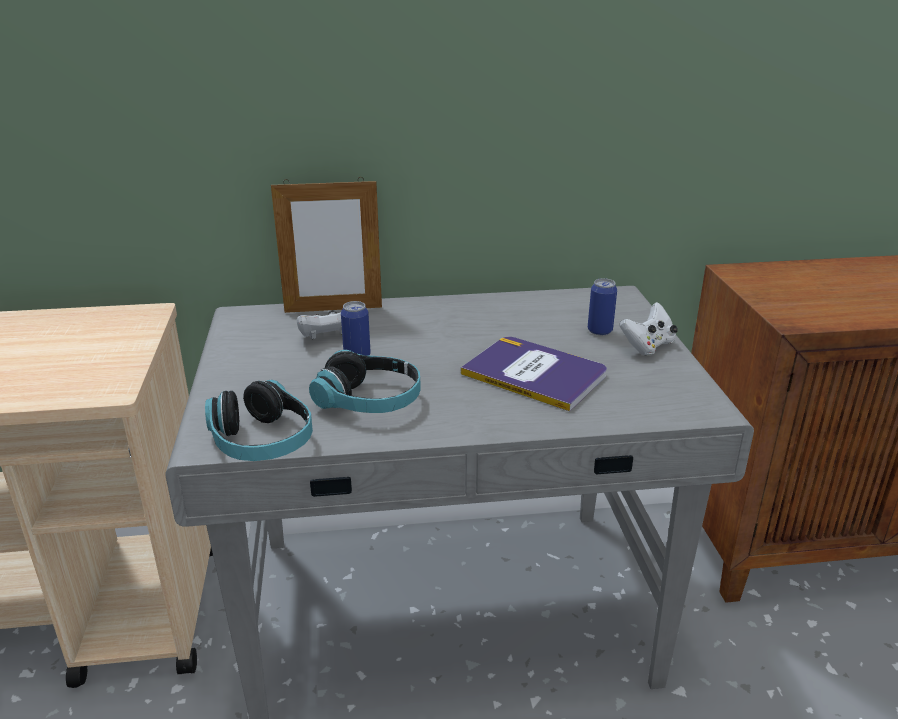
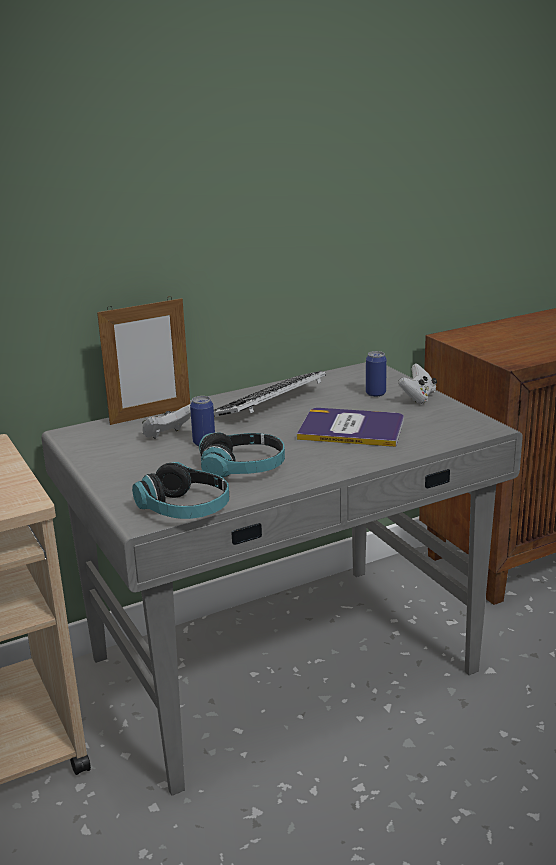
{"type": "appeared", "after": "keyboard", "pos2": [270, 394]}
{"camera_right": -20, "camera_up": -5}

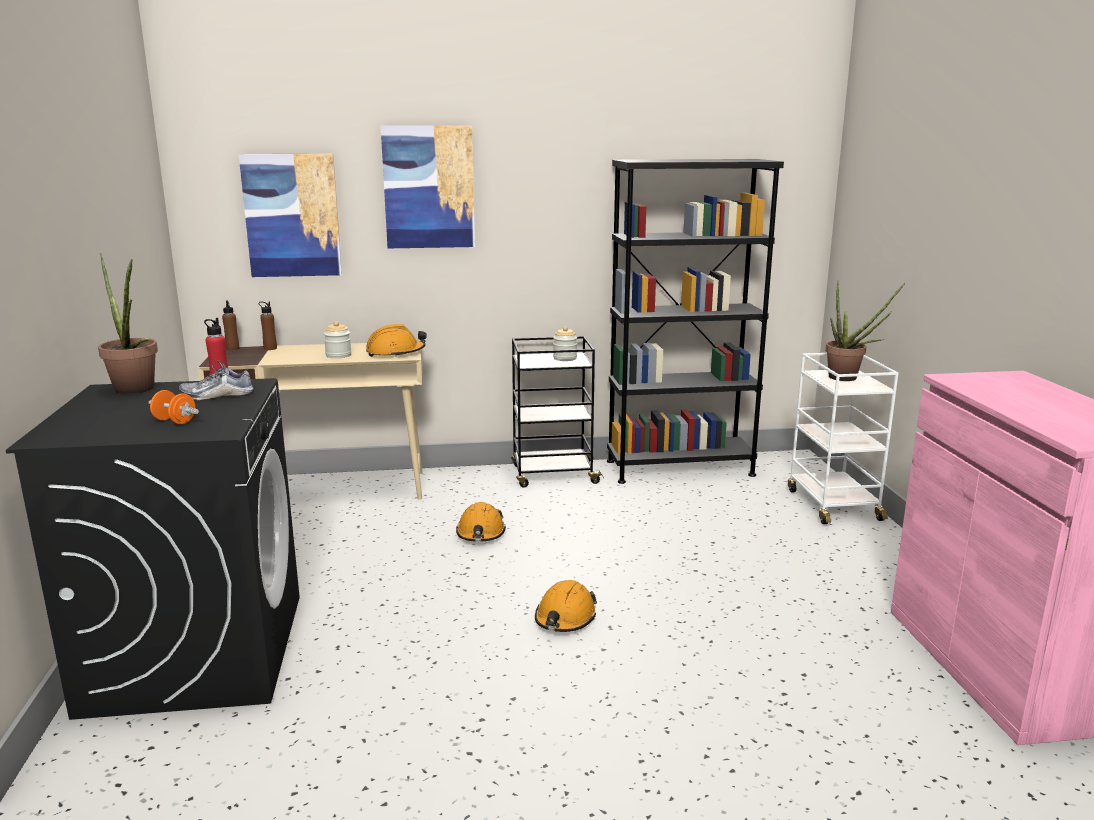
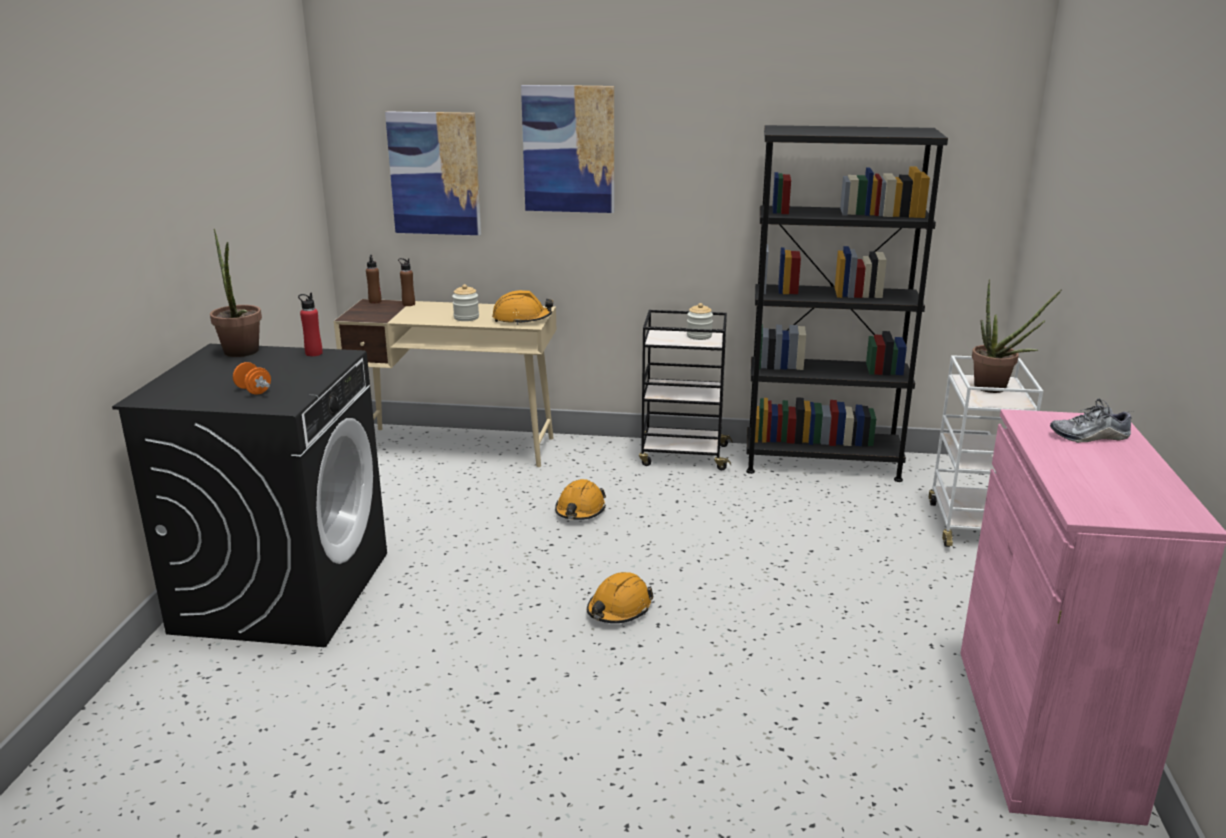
{"type": "relocated", "before": "shoe", "pos1": [216, 380], "pos2": [1091, 420]}
{"camera_right": 15, "camera_up": 5}

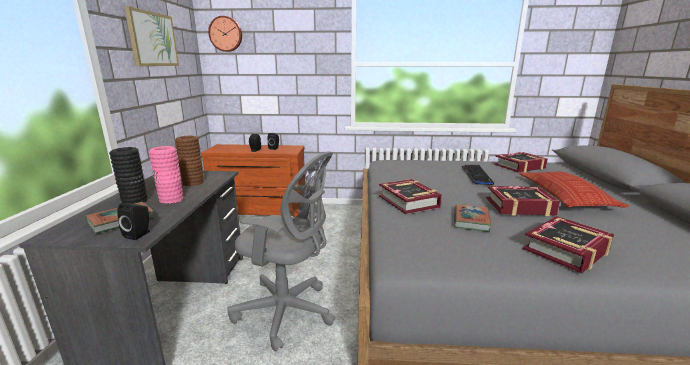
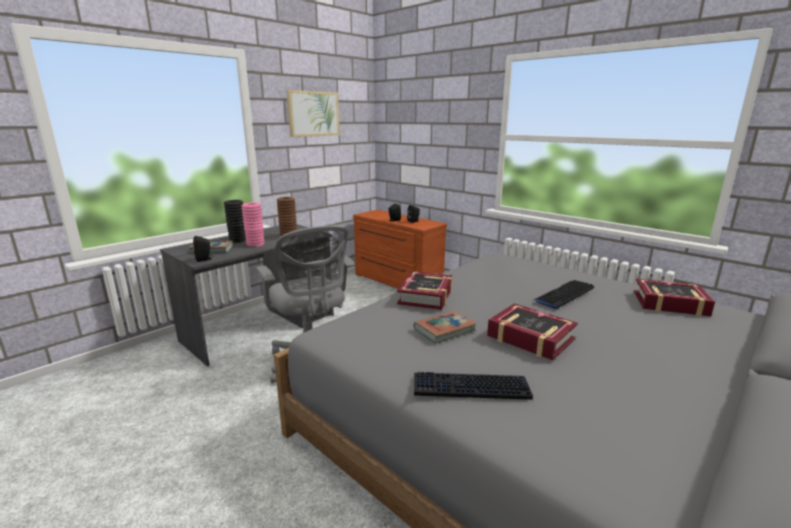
{"type": "exchanged", "before": "book", "after": "keyboard", "pos1": [568, 245], "pos2": [473, 386]}
{"type": "missing", "before": "wall clock", "pos1": [225, 34]}
{"type": "missing", "before": "pillow", "pos1": [574, 190]}
{"camera_right": 40, "camera_up": 0}

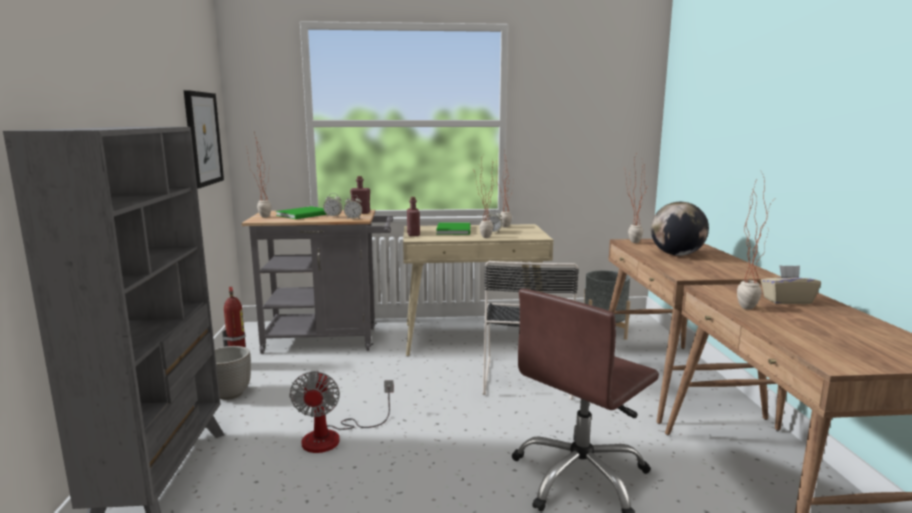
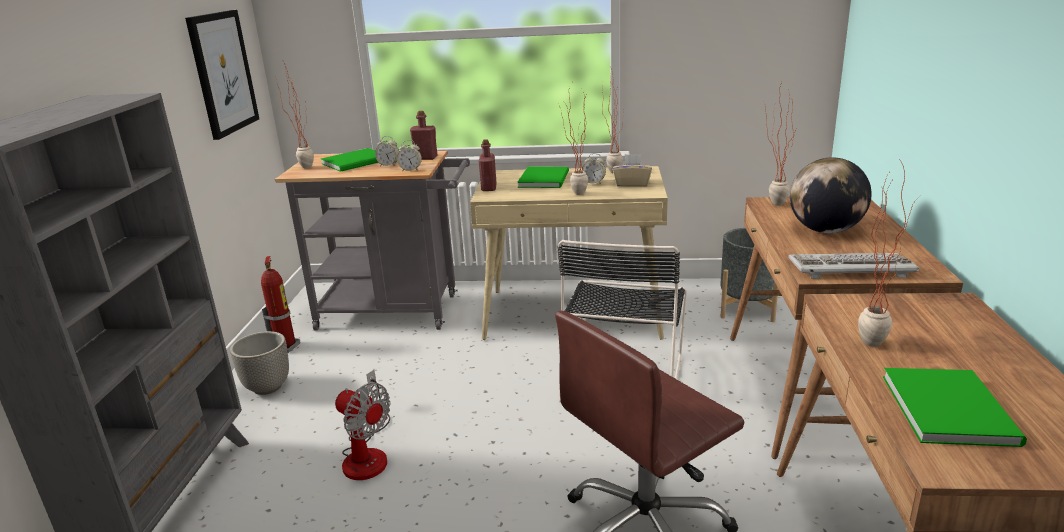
{"type": "spun", "before": "fan", "pos1": [341, 412], "pos2": [363, 425], "turn": -60}
{"type": "relocated", "before": "beige tissue box", "pos1": [791, 284], "pos2": [632, 170]}
{"type": "appeared", "after": "keyboard", "pos2": [853, 266]}
{"type": "appeared", "after": "green book", "pos2": [955, 407]}
{"camera_right": 10, "camera_up": 10}

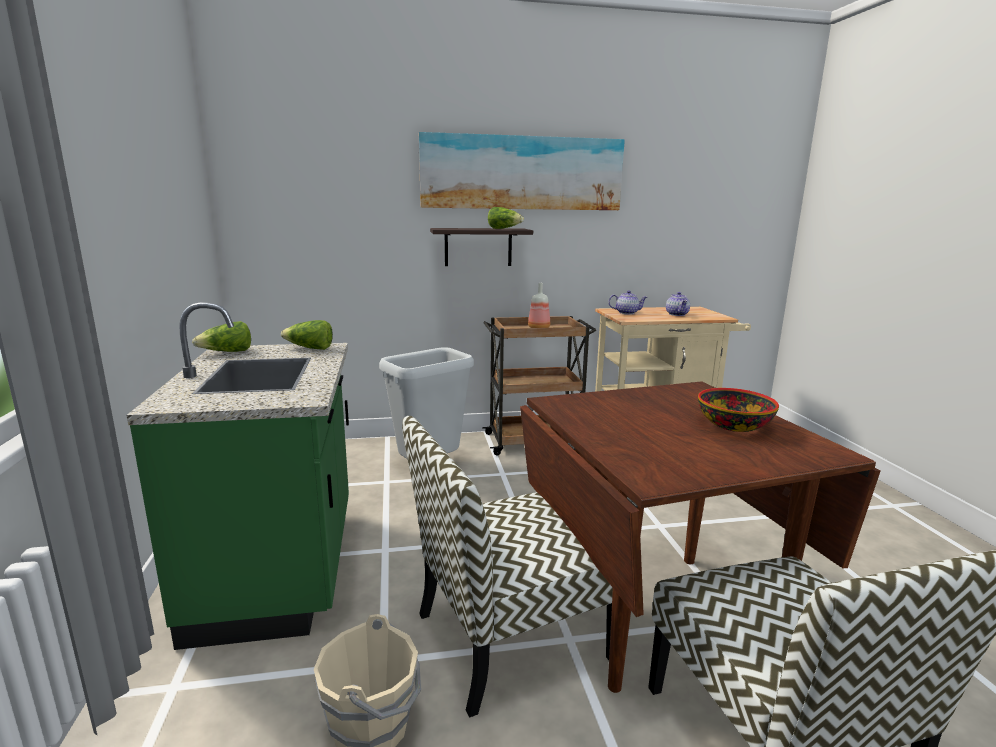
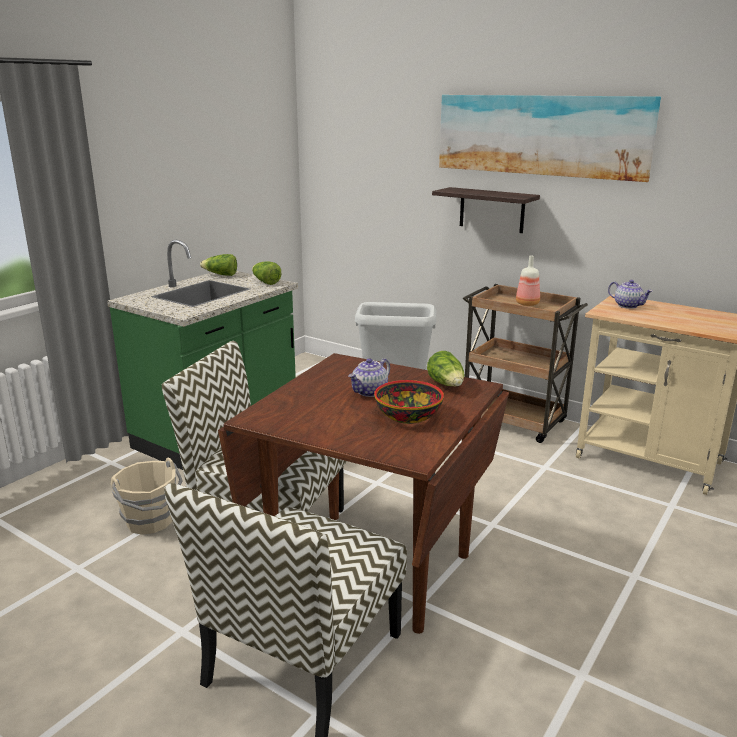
{"type": "relocated", "before": "teapot", "pos1": [678, 304], "pos2": [369, 377]}
{"type": "relocated", "before": "lettuce", "pos1": [506, 218], "pos2": [445, 369]}
{"camera_right": 45, "camera_up": 5}

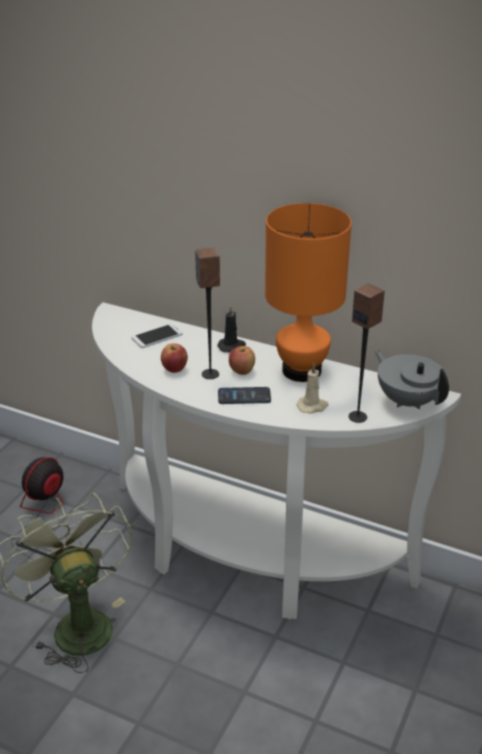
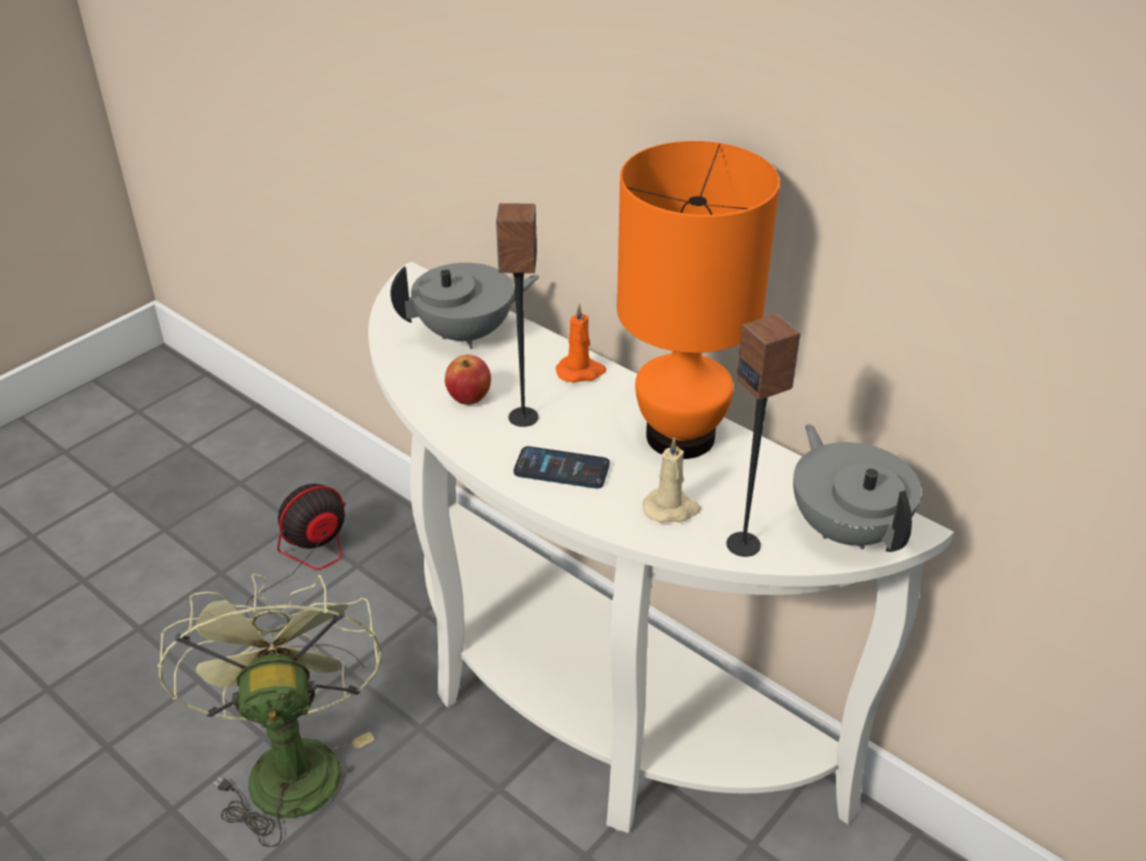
{"type": "exchanged", "before": "phone", "after": "grey teapot", "pos1": [157, 336], "pos2": [465, 306]}
{"type": "colour", "before": "black candle", "after": "orange candle", "pos1": [231, 328], "pos2": [581, 343]}
{"type": "missing", "before": "apple", "pos1": [242, 360]}
{"camera_right": 15, "camera_up": 5}

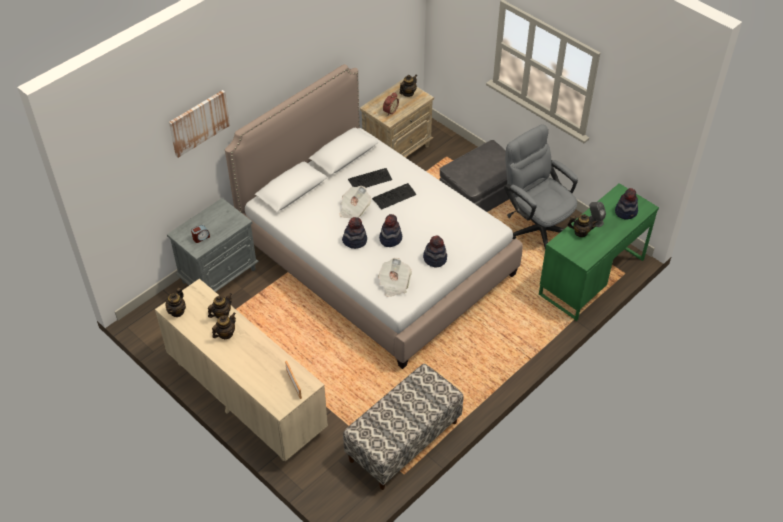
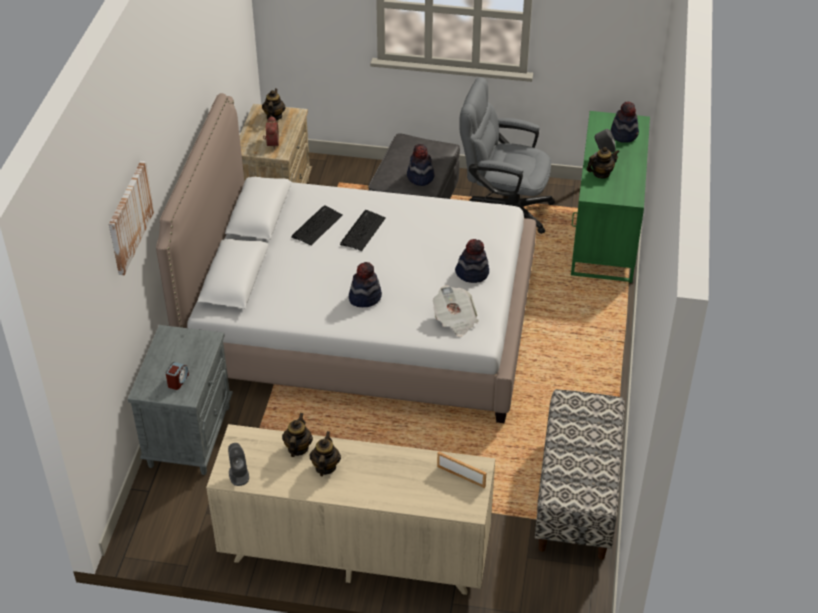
{"type": "exchanged", "before": "teapot", "after": "grey speaker", "pos1": [175, 302], "pos2": [238, 464]}
{"type": "relocated", "before": "hat", "pos1": [390, 230], "pos2": [421, 165]}
{"type": "missing", "before": "newspaper", "pos1": [355, 202]}
{"camera_right": -35, "camera_up": -5}

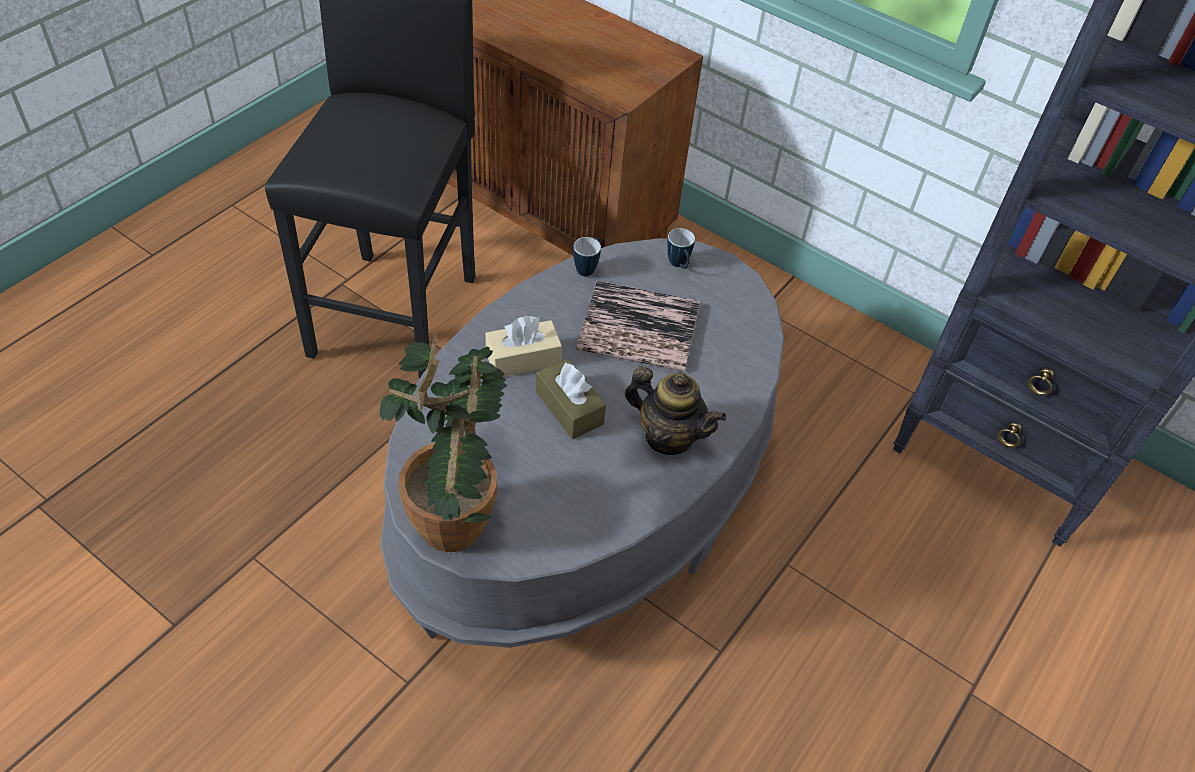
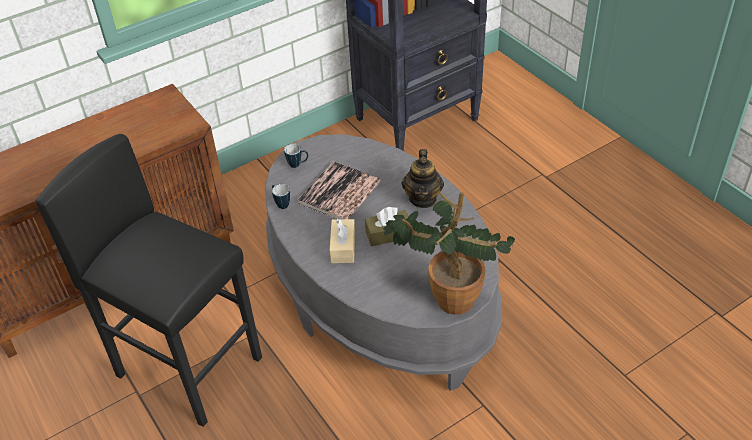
{"type": "spun", "before": "teapot", "pos1": [675, 410], "pos2": [423, 178], "turn": 135}
{"camera_right": -65, "camera_up": -5}

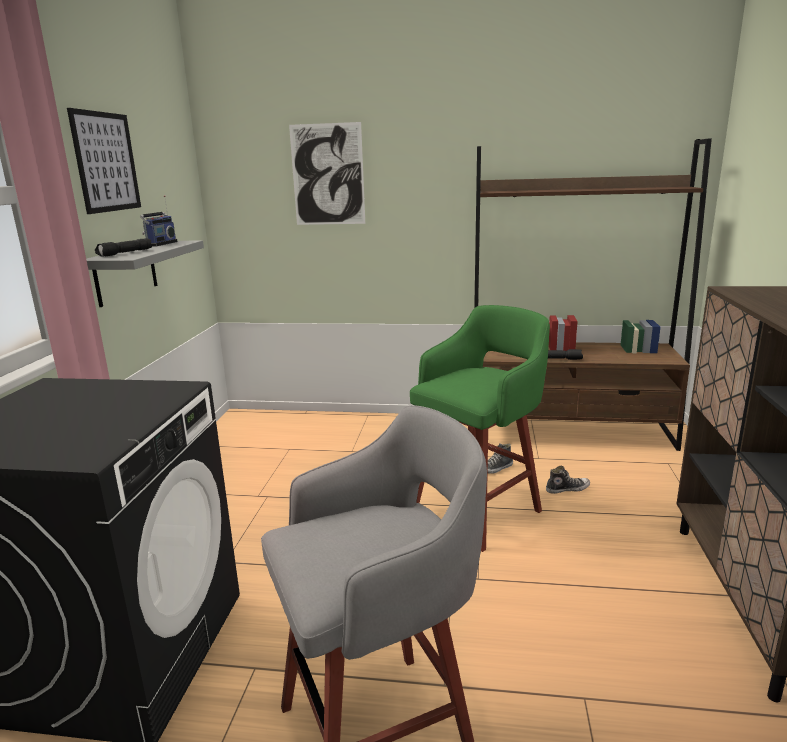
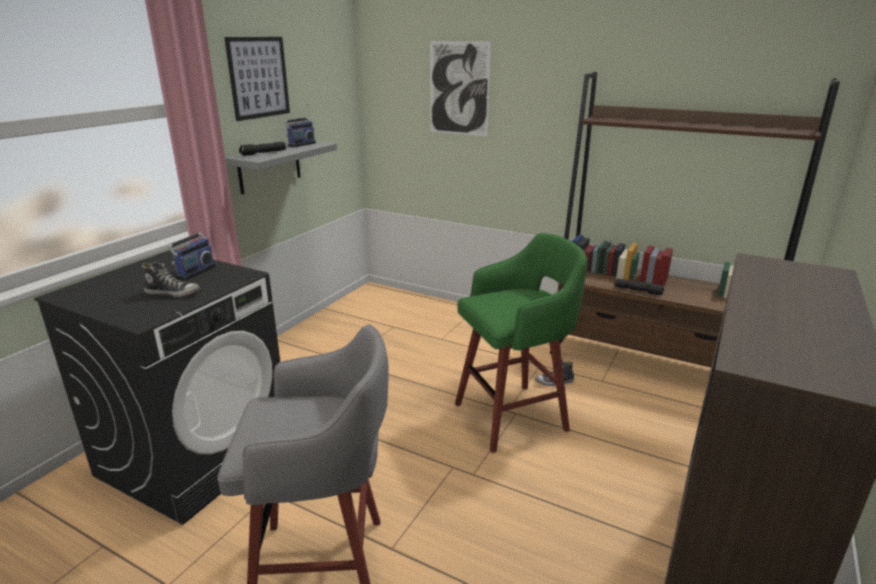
{"type": "relocated", "before": "shoe", "pos1": [568, 480], "pos2": [171, 278]}
{"type": "appeared", "after": "radio", "pos2": [191, 248]}
{"camera_right": 20, "camera_up": 5}

